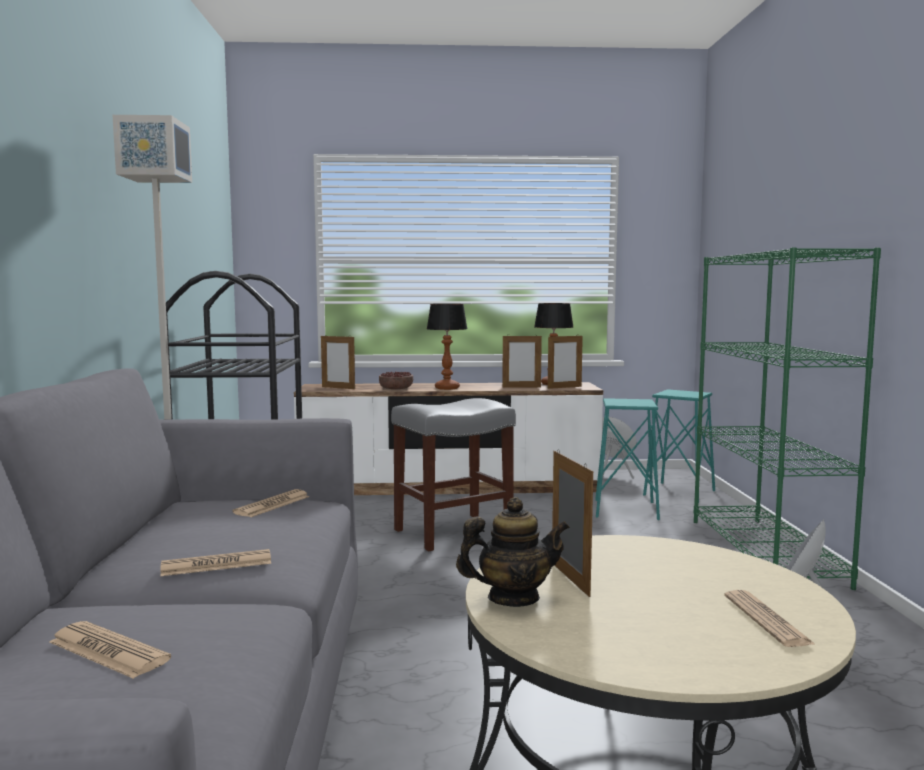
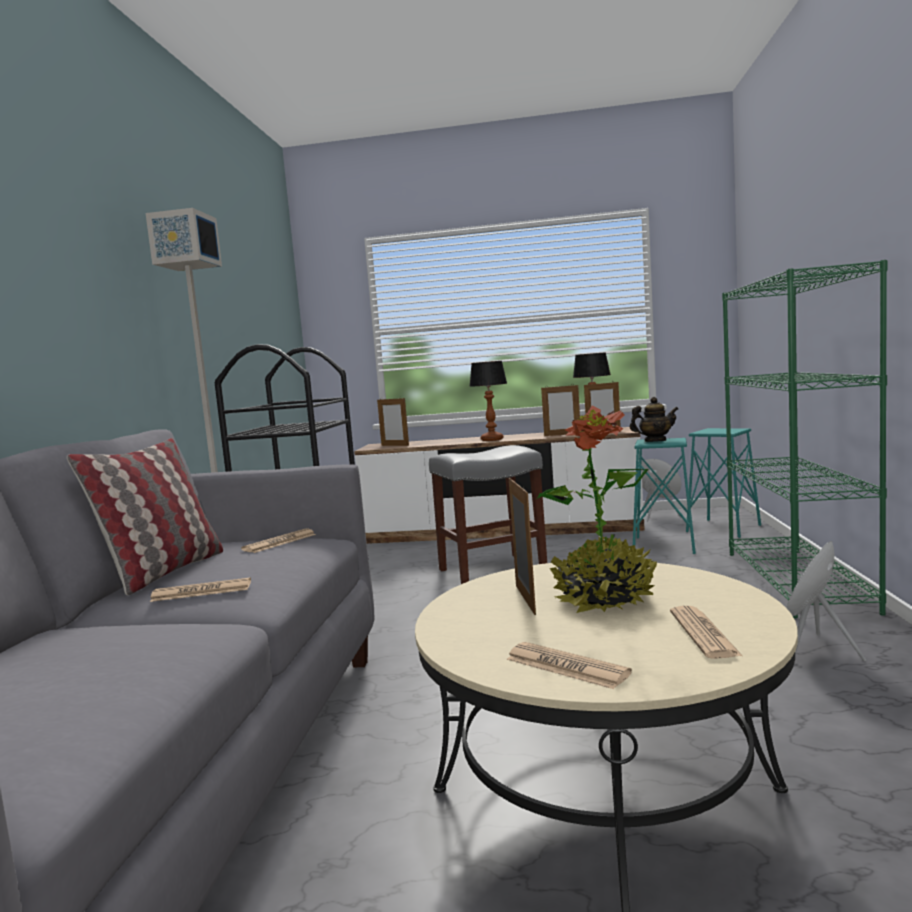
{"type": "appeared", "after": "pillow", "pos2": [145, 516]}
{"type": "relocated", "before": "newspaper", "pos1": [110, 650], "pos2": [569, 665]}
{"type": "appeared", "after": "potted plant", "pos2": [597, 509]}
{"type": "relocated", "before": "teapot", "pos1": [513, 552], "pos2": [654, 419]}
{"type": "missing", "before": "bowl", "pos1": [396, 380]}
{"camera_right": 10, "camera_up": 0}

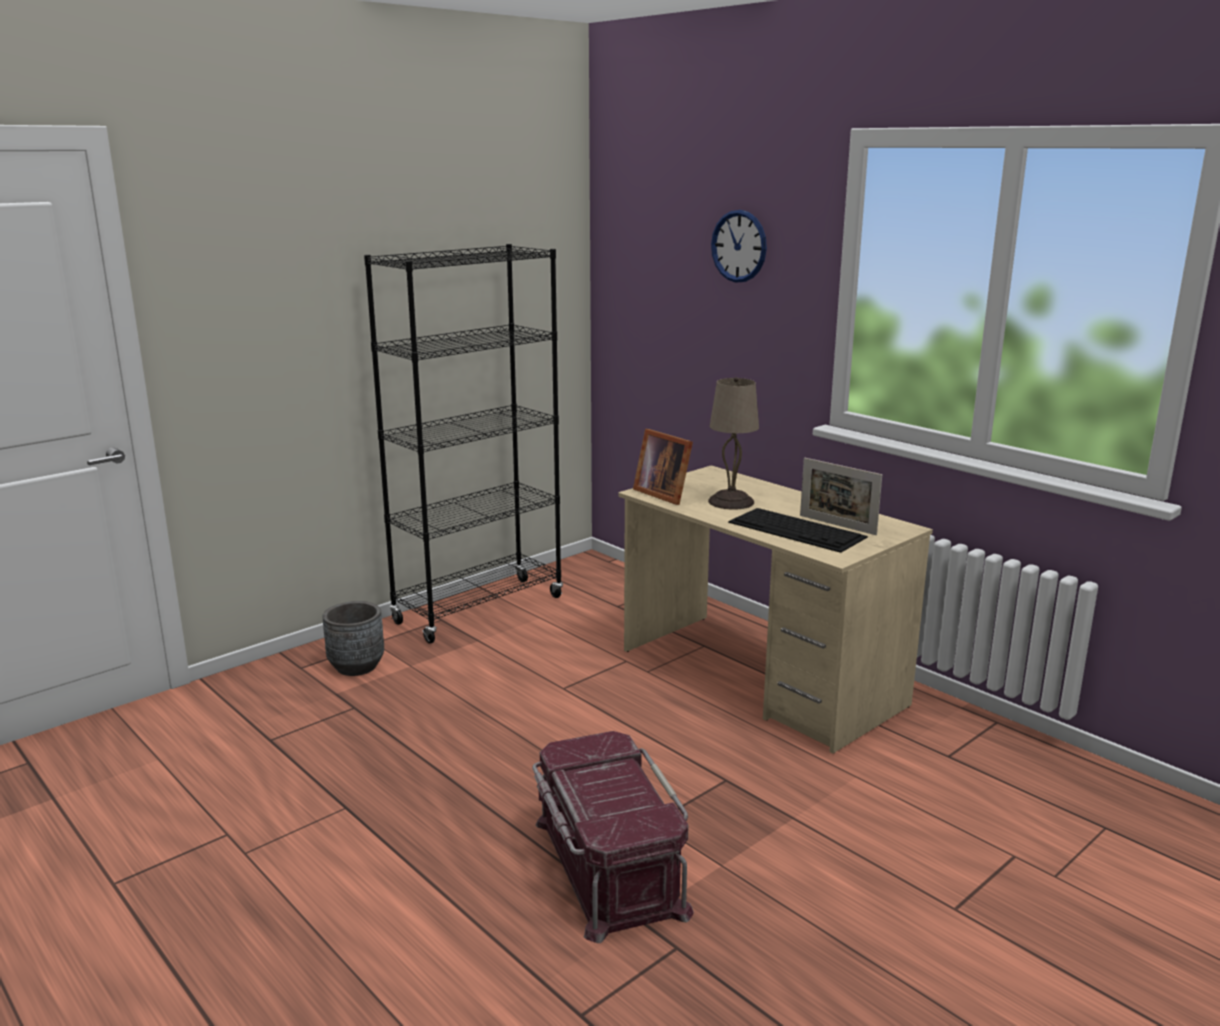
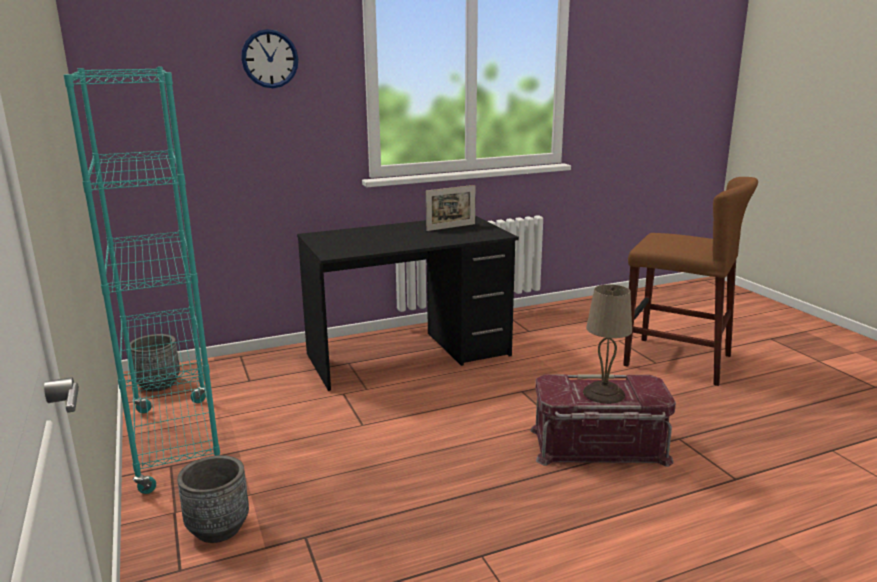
{"type": "colour", "before": "black bookcase", "after": "turquoise bookcase", "pos1": [463, 444], "pos2": [142, 280]}
{"type": "appeared", "after": "grey planter", "pos2": [155, 363]}
{"type": "colour", "before": "beige desk", "after": "black desk", "pos1": [775, 609], "pos2": [408, 303]}
{"type": "relocated", "before": "beige table lamp", "pos1": [733, 443], "pos2": [607, 344]}
{"type": "appeared", "after": "brown stool", "pos2": [690, 281]}
{"type": "missing", "before": "picture frame", "pos1": [663, 467]}
{"type": "missing", "before": "keyboard", "pos1": [798, 530]}
{"camera_right": -70, "camera_up": 0}

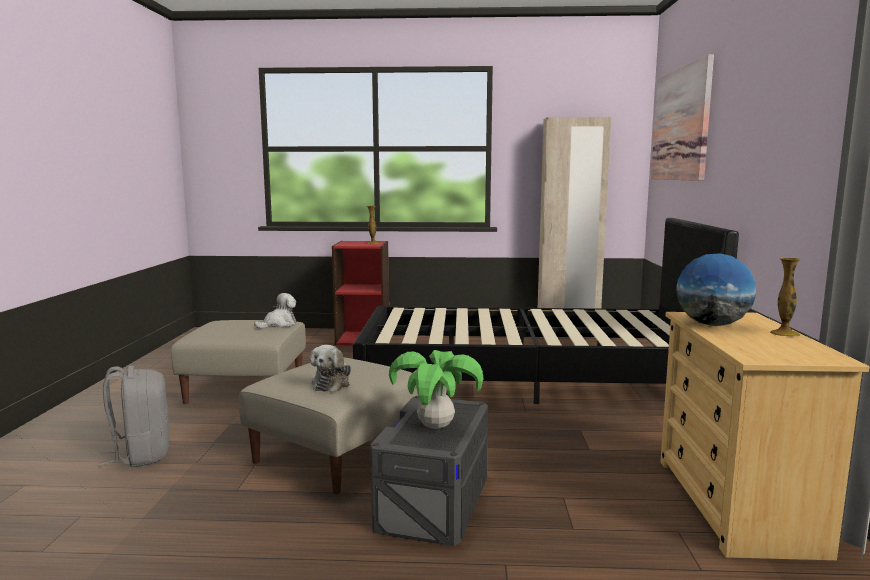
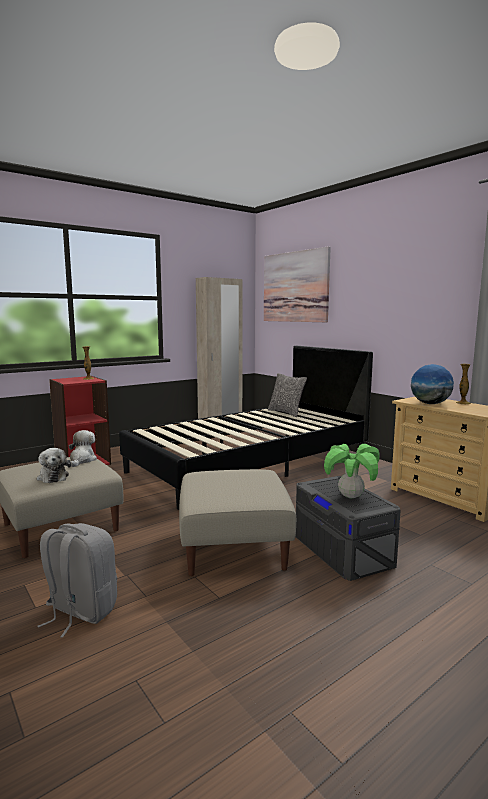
{"type": "relocated", "before": "plush toy", "pos1": [330, 368], "pos2": [54, 465]}
{"type": "appeared", "after": "pillow", "pos2": [287, 395]}
{"camera_right": -40, "camera_up": 0}

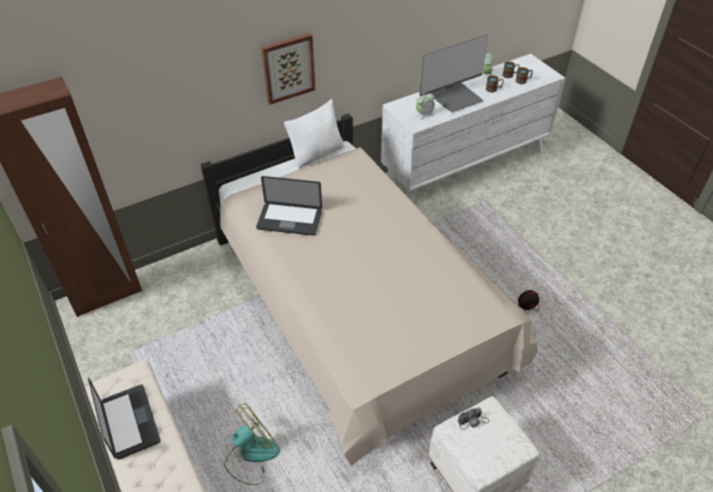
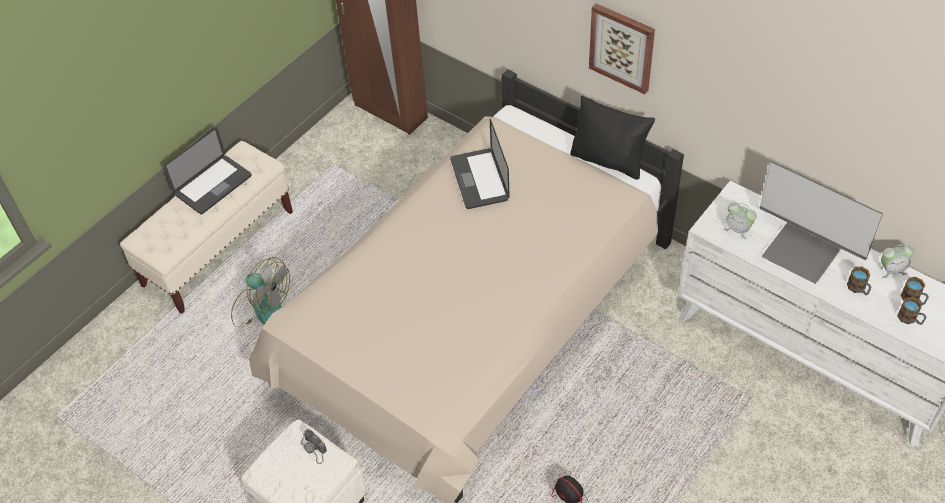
{"type": "colour", "before": "white pillow", "after": "black pillow", "pos1": [314, 134], "pos2": [612, 138]}
{"camera_right": 70, "camera_up": 5}

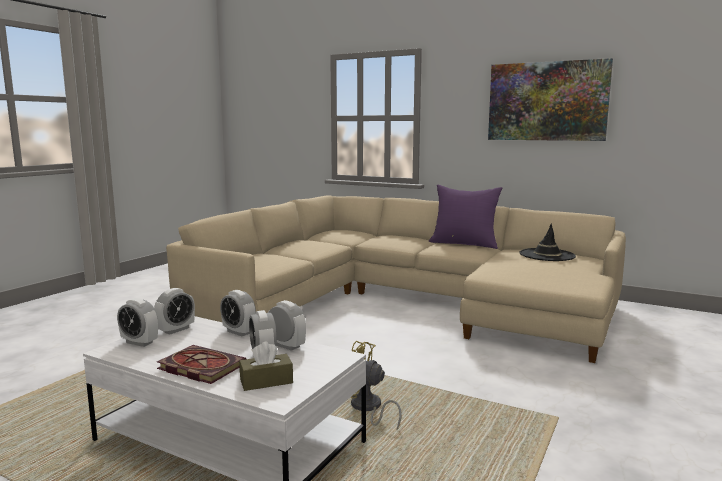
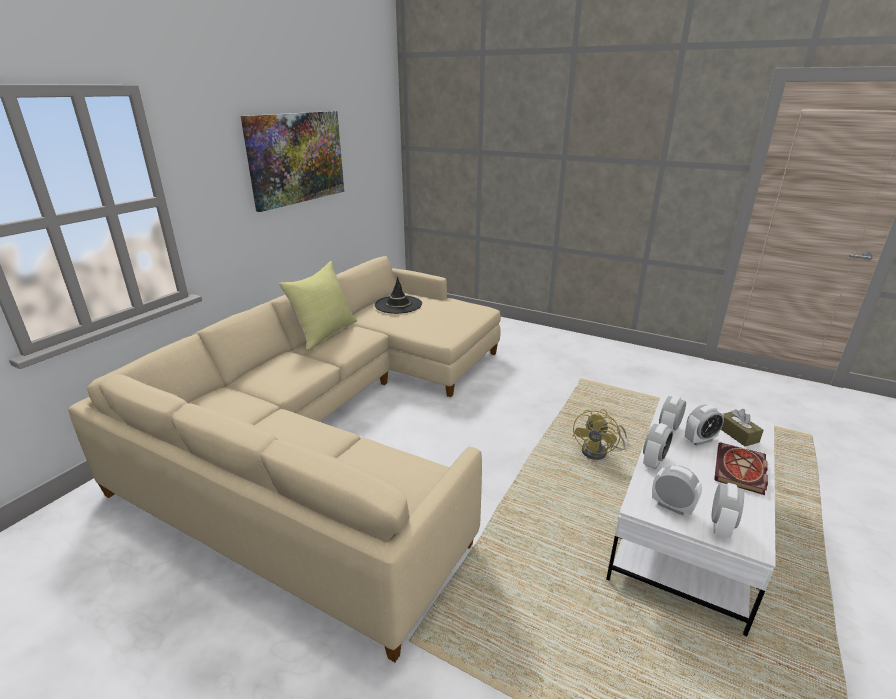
{"type": "colour", "before": "purple pillow", "after": "yellow pillow", "pos1": [465, 217], "pos2": [318, 305]}
{"camera_right": -90, "camera_up": 15}

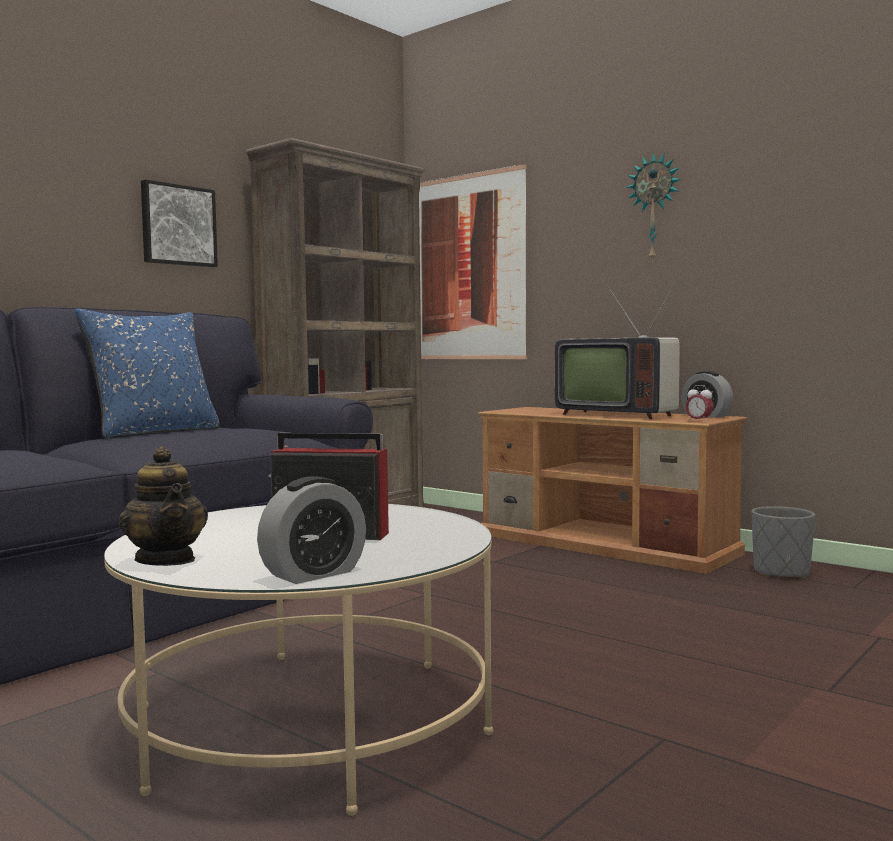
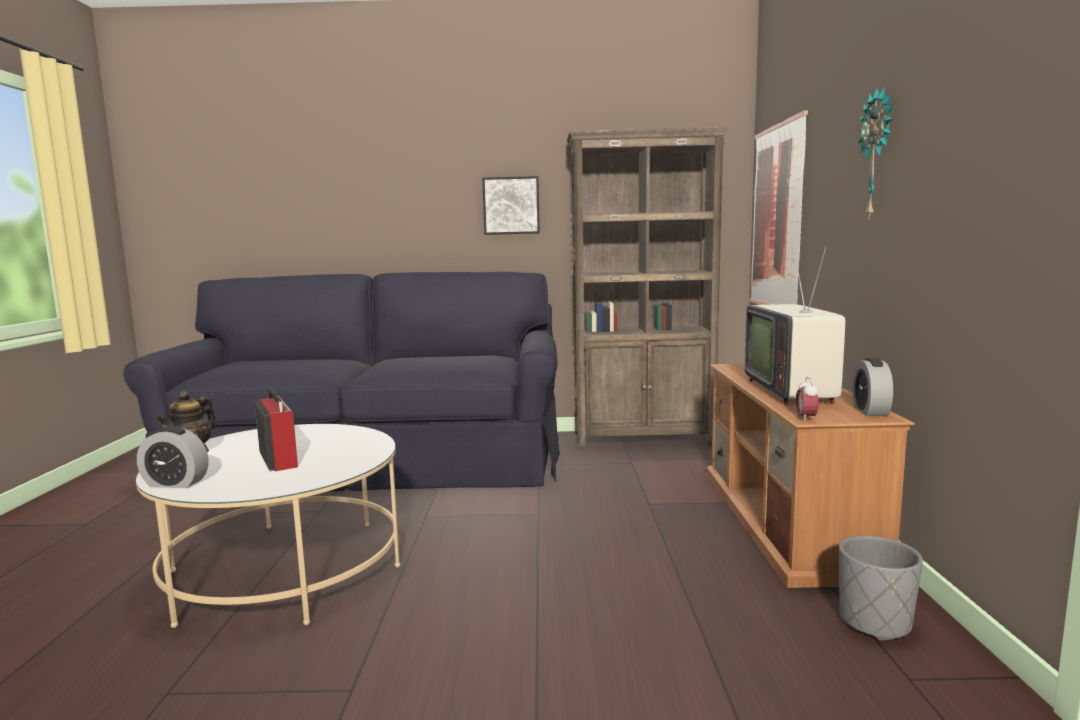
{"type": "missing", "before": "blue pillow", "pos1": [147, 373]}
{"camera_right": 50, "camera_up": 5}

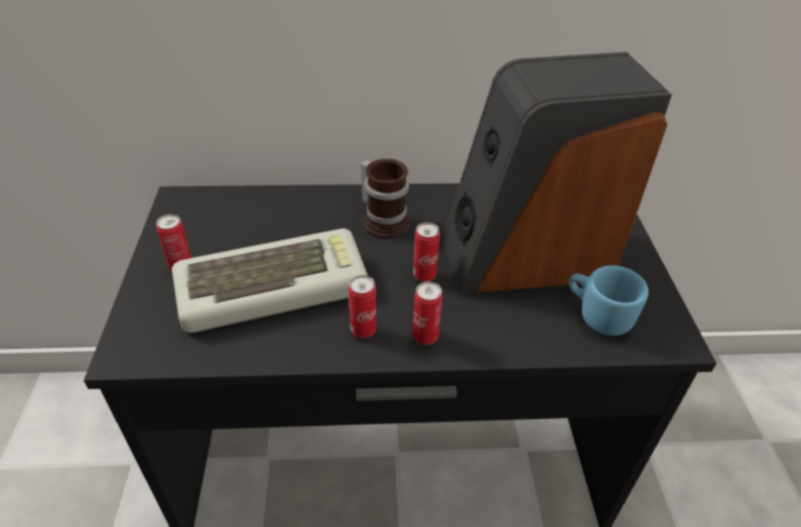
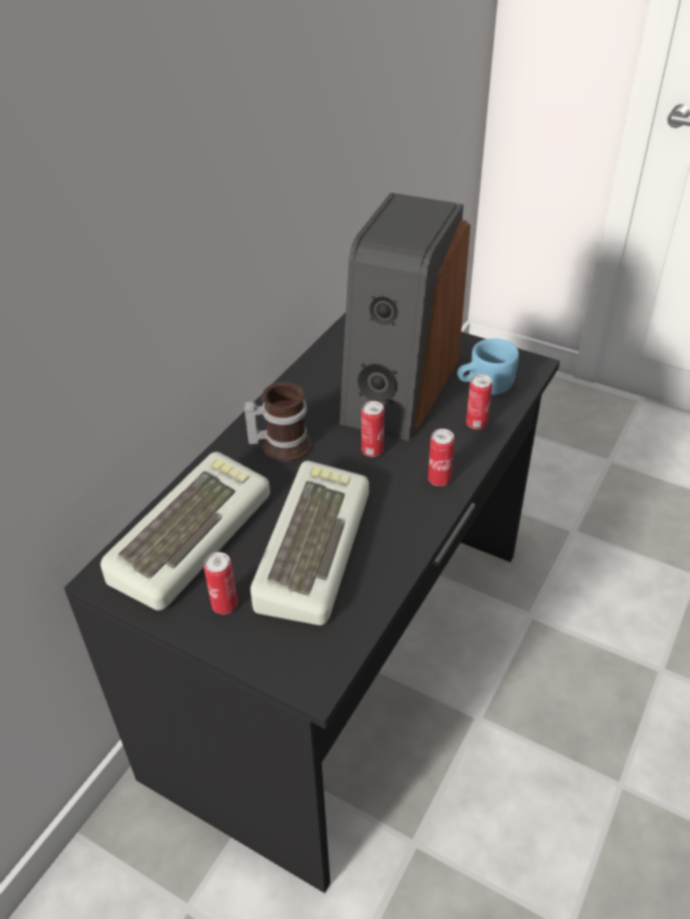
{"type": "appeared", "after": "keyboard", "pos2": [185, 531]}
{"type": "relocated", "before": "can", "pos1": [362, 306], "pos2": [479, 401]}
{"camera_right": -55, "camera_up": 0}

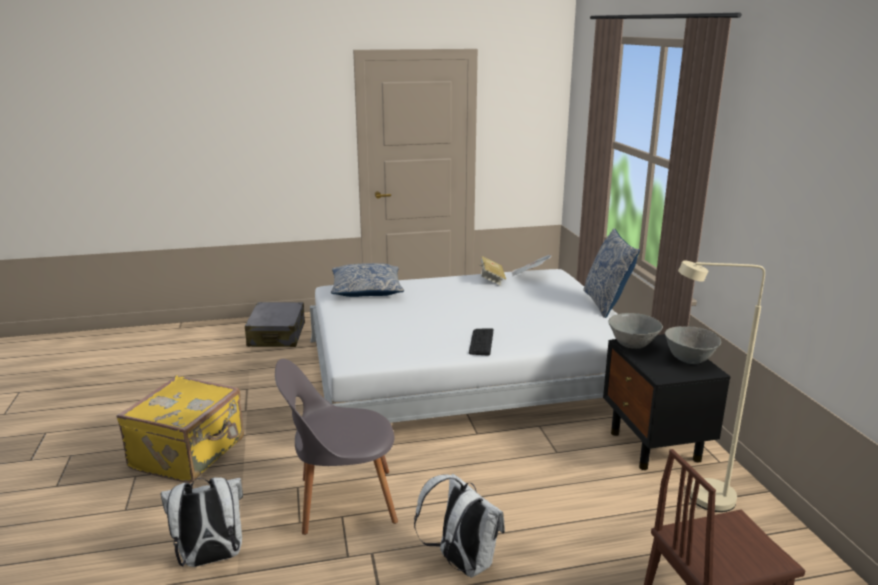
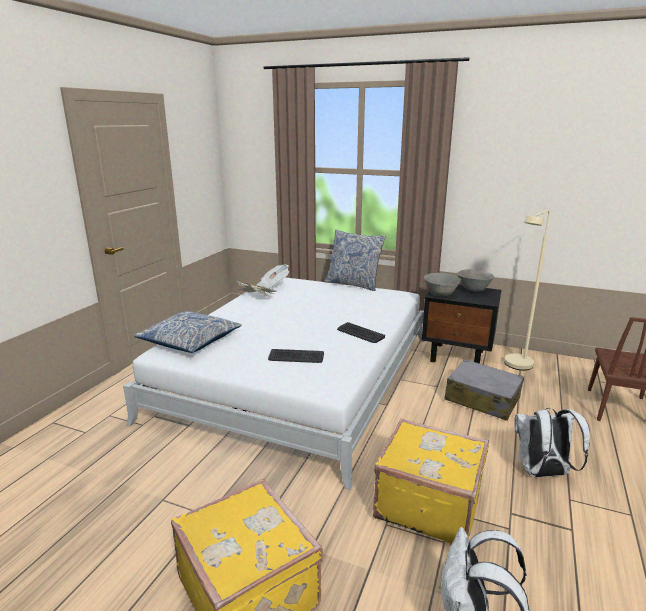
{"type": "appeared", "after": "keyboard", "pos2": [296, 356]}
{"type": "exchanged", "before": "grey chair", "after": "yellow suitcase", "pos1": [336, 447], "pos2": [431, 481]}
{"type": "relocated", "before": "grey suitcase", "pos1": [275, 324], "pos2": [484, 390]}
{"camera_right": -55, "camera_up": 0}

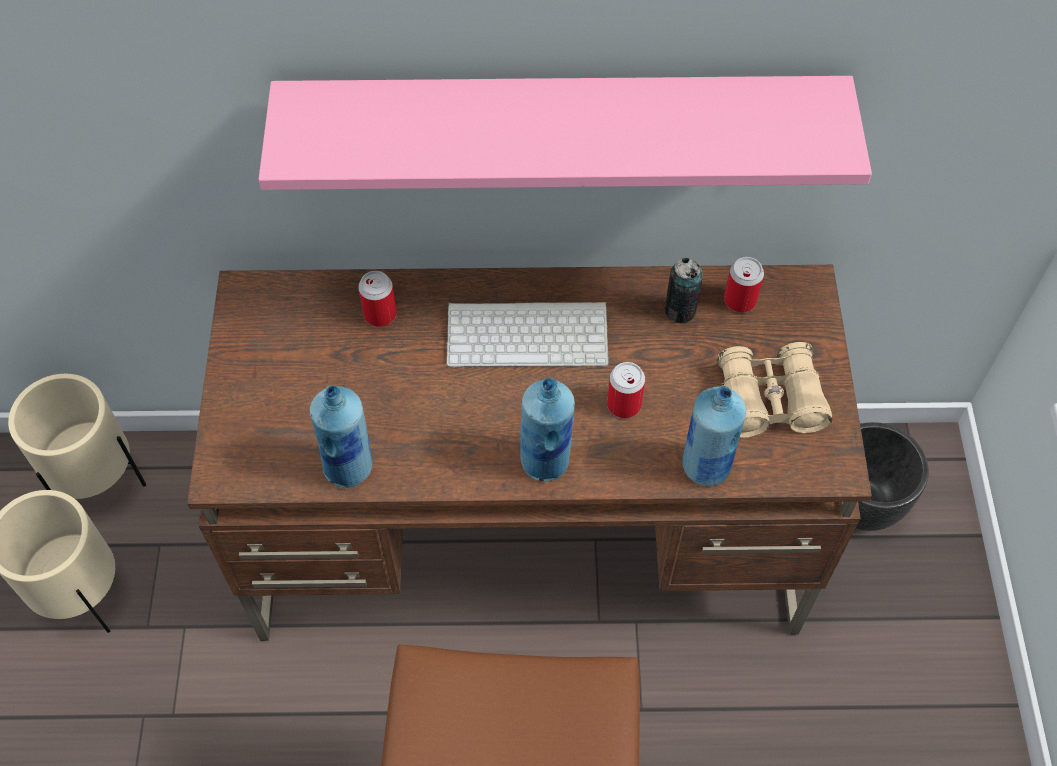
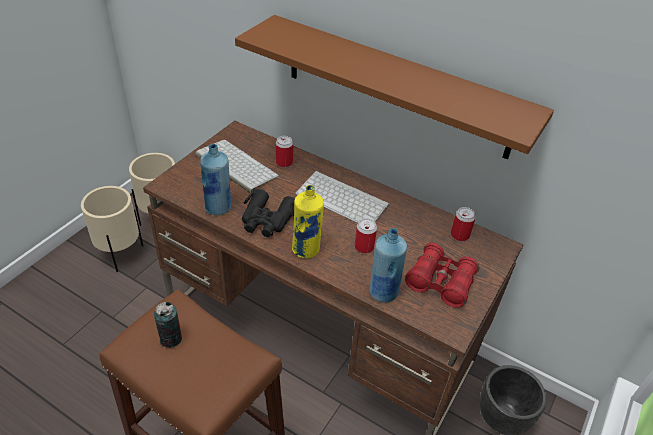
{"type": "relocated", "before": "can", "pos1": [684, 291], "pos2": [168, 325]}
{"type": "appeared", "after": "keyboard", "pos2": [237, 166]}
{"type": "colour", "before": "pink shelf", "after": "brown shelf", "pos1": [565, 133], "pos2": [394, 87]}
{"type": "appeared", "after": "black binoculars", "pos2": [268, 213]}
{"type": "colour", "before": "blue bottle", "after": "yellow bottle", "pos1": [547, 430], "pos2": [308, 221]}
{"type": "colour", "before": "beige binoculars", "after": "red binoculars", "pos1": [774, 390], "pos2": [442, 275]}
{"camera_right": 30, "camera_up": -15}

